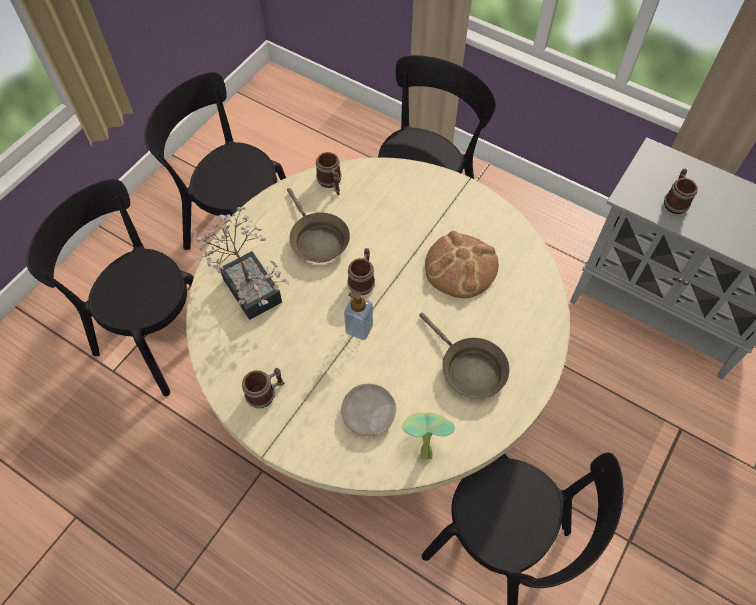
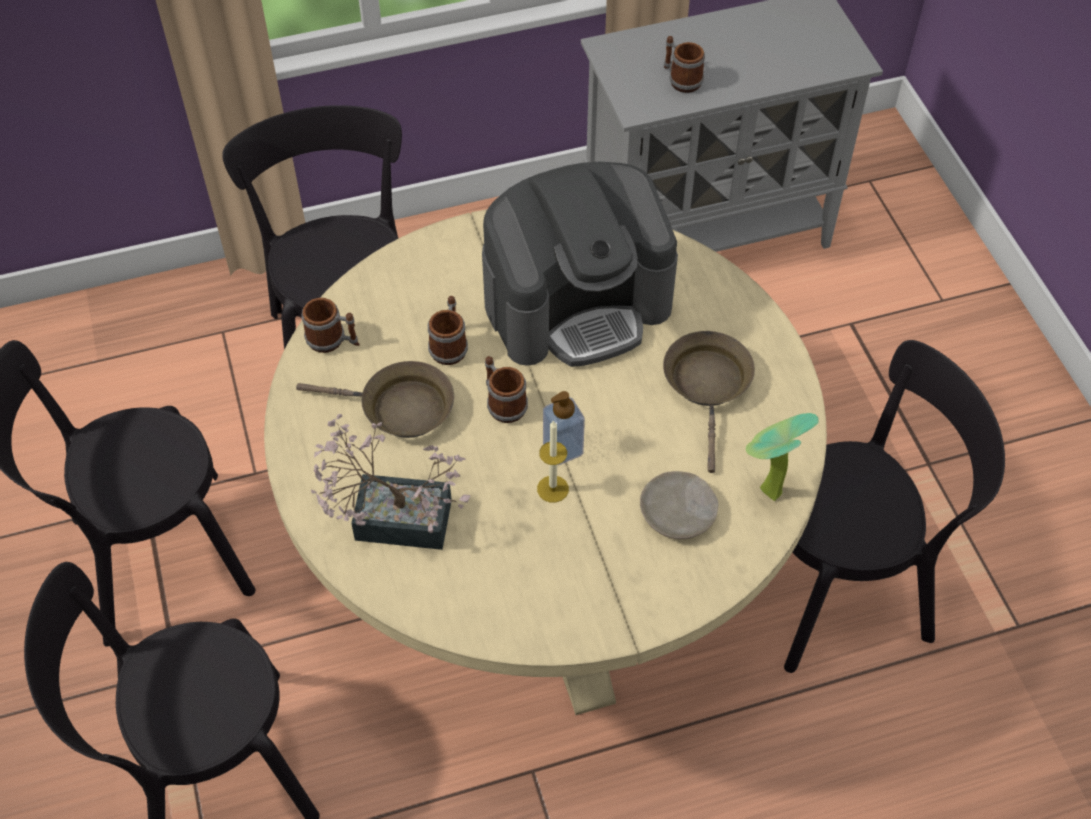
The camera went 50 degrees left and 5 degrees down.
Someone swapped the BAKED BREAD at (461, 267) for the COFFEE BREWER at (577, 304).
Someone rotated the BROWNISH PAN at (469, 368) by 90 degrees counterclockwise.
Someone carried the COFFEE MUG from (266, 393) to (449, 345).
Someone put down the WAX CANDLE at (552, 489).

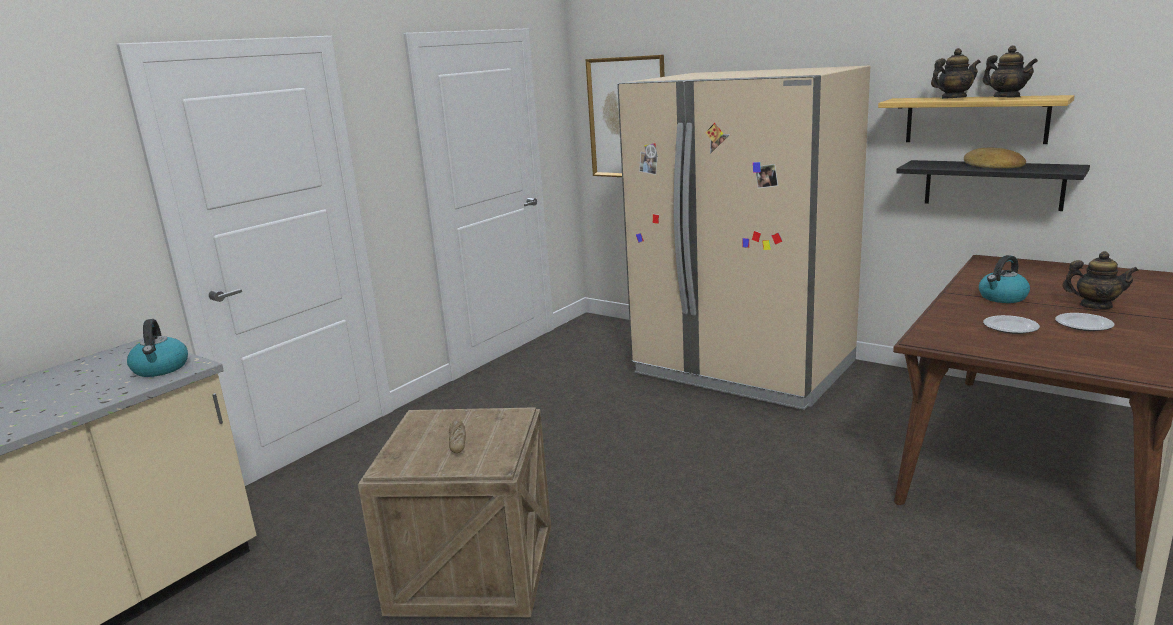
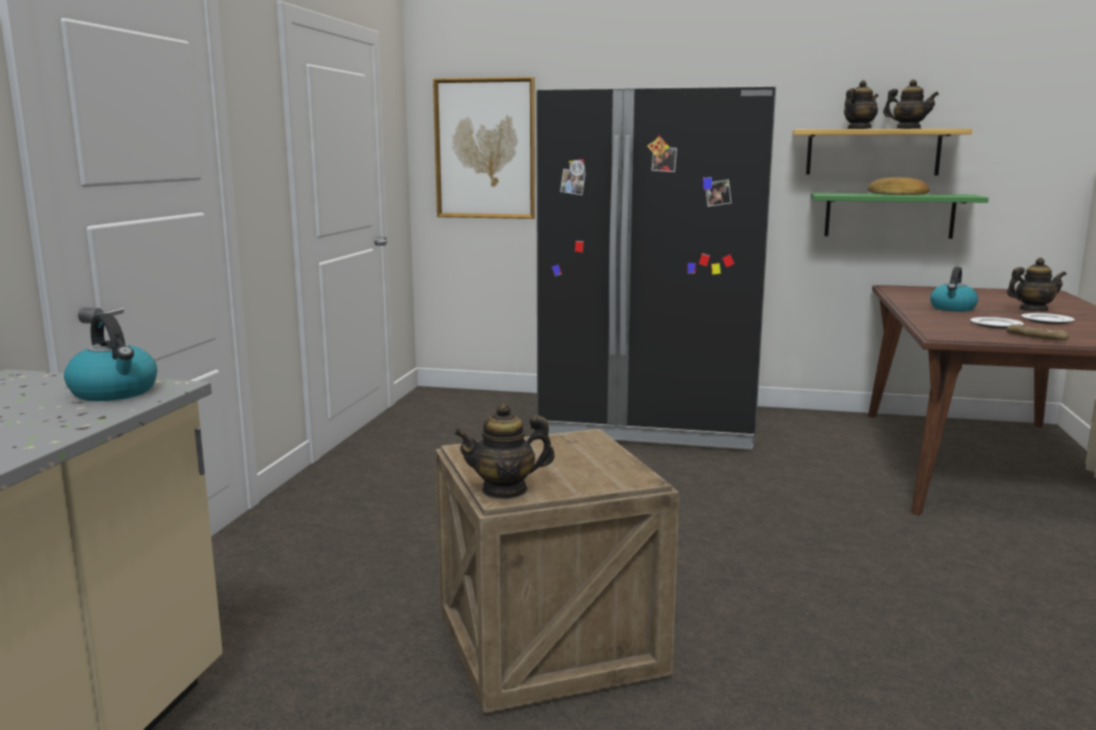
The camera went 25 degrees left and 5 degrees down.
Someone repainted the BEIGE KITCHEN FRIDGE at (743, 368), which became the BLACK KITCHEN FRIDGE at (651, 422).
Someone repainted the BLACK WALL SHELF at (993, 184), which became the GREENISH WALL SHELF at (889, 215).
Someone carried the BAKED BREAD from (457, 441) to (1036, 338).
Someone put down the TEAPOT at (505, 490).

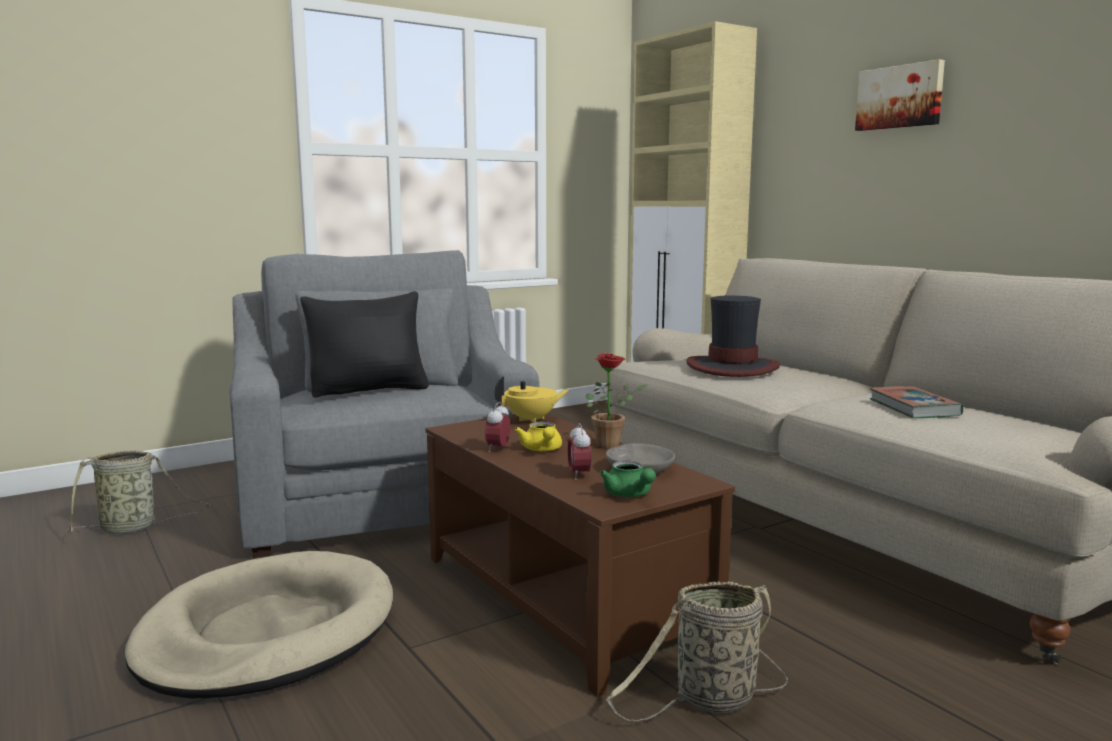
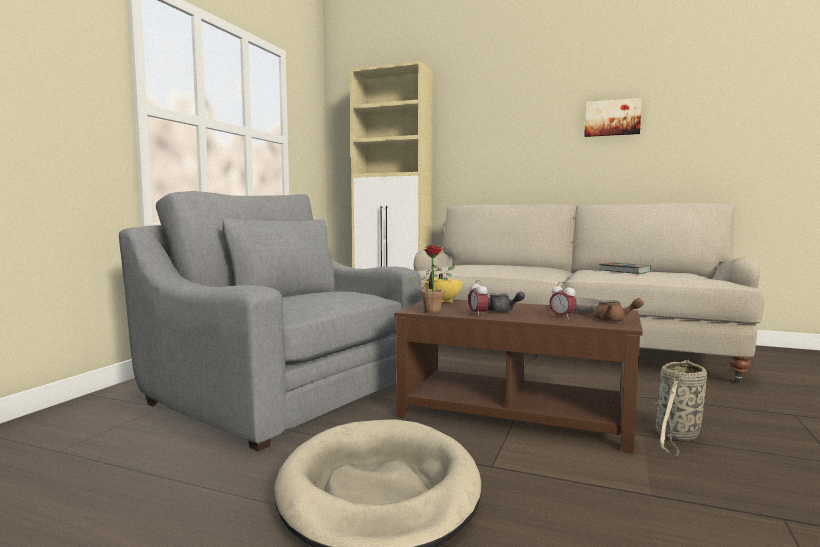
The camera went 35 degrees left and 5 degrees down.
Someone carried the WALL ART from (900, 97) to (612, 118).
Someone took away the BLACK CUSHION at (369, 390).
Someone took away the HAT at (732, 367).
Someone carried the PLANT IN A POT from (612, 445) to (434, 310).
Someone repainted the YELLOW TEAPOT at (542, 450), which became the GREY TEAPOT at (502, 311).
Someone took away the BASKET at (133, 528).
Someone repainted the GREENISH TEAPOT at (629, 495), which became the BROWNISH TEAPOT at (614, 320).

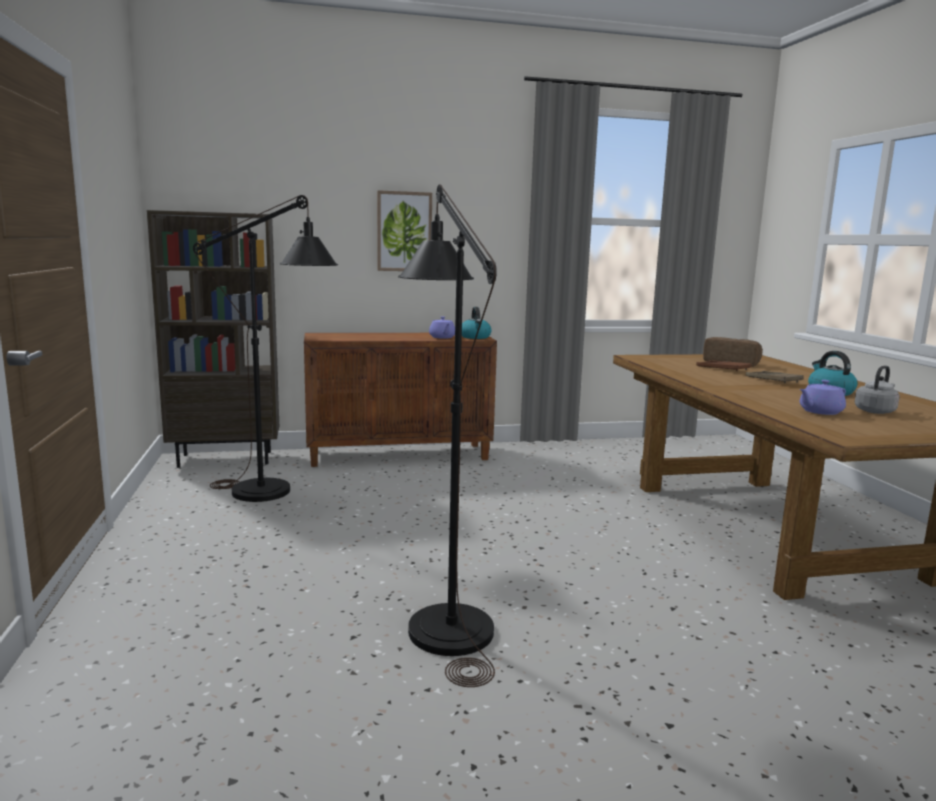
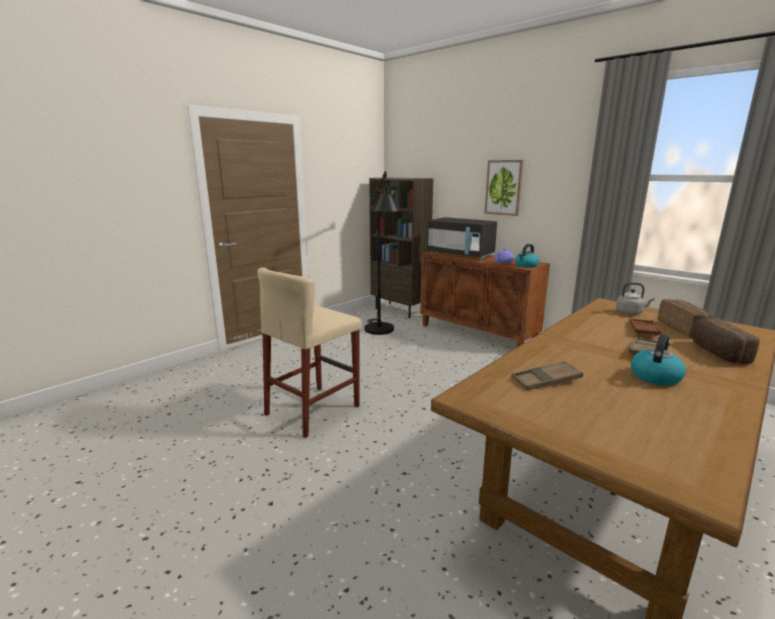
The camera went 55 degrees right and 5 degrees up.
Someone swapped the BLACK STANDARD LAMP at (445, 618) for the BEIGE SITTING STOOL at (313, 410).
Someone carried the GREY TEA KETTLE from (875, 411) to (630, 312).
Someone swapped the PURPLE-COLOURED TEAPOT at (820, 412) for the BROWNISH CARRYING TRAY at (546, 380).
Someone put down the BLACK KITCHEN MICROWAVE at (460, 255).
Someone put down the BAKED BREAD at (715, 352).

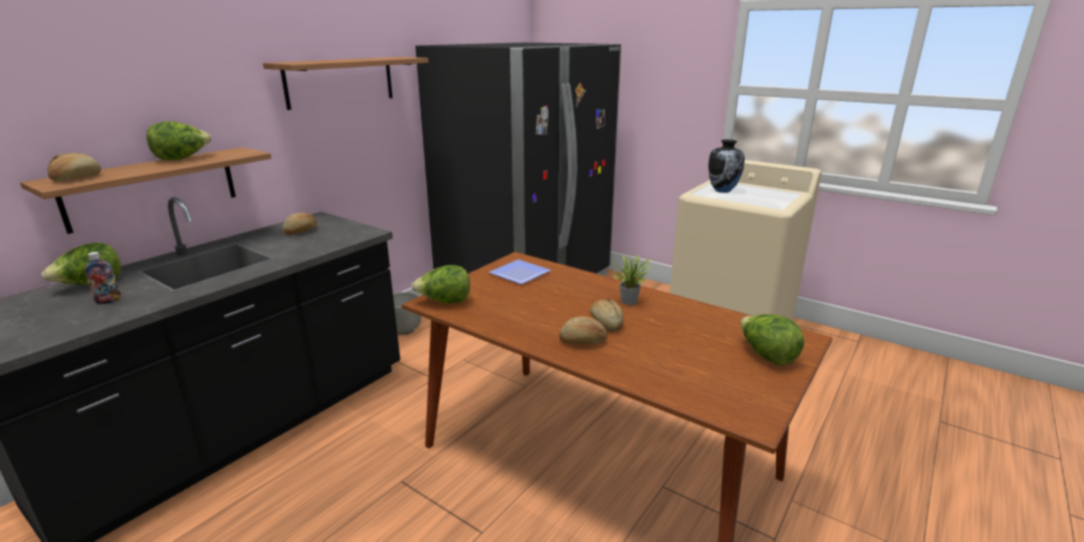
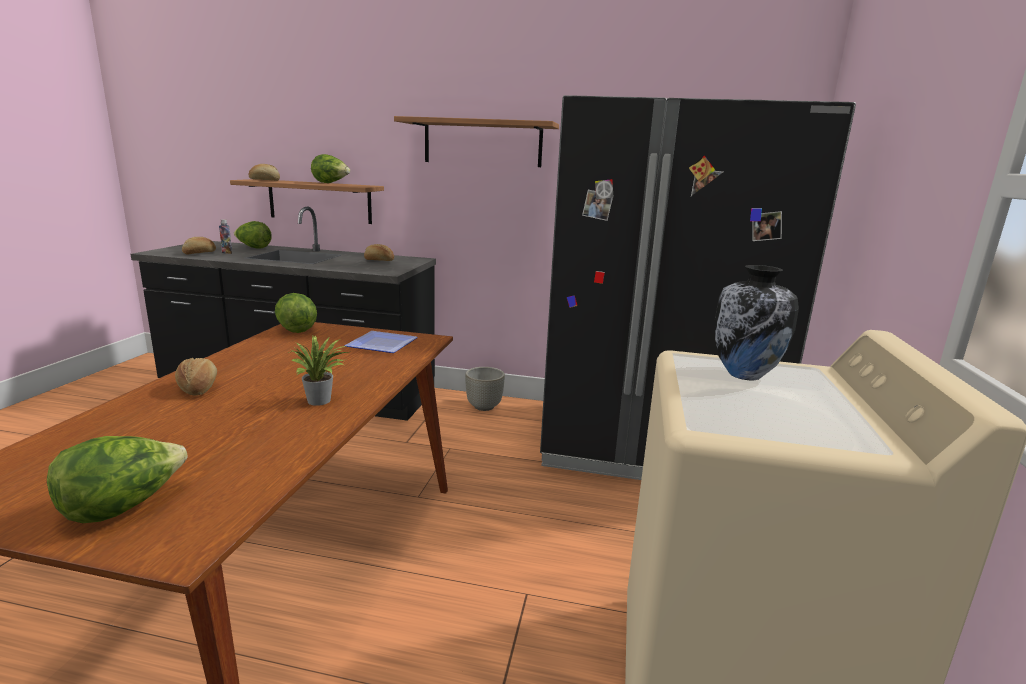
The camera went 65 degrees right and 5 degrees down.
Someone carried the BAKED BREAD from (606, 323) to (200, 253).

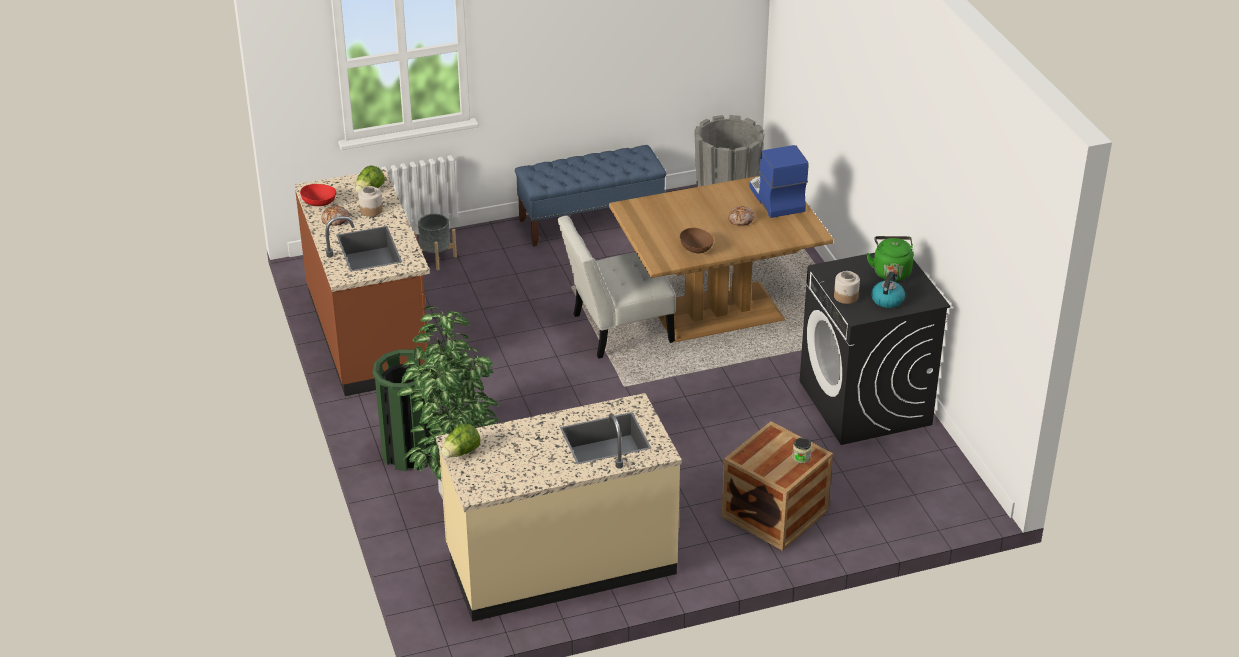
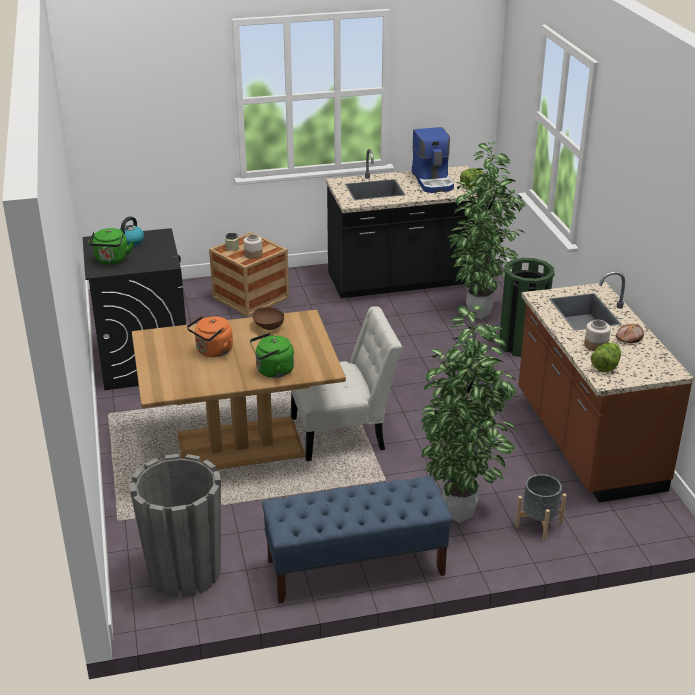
The camera went 175 degrees left and 5 degrees down.
Someone carried the COFFEE BREWER from (775, 199) to (433, 181).
Someone took away the RED DEEP DISH at (319, 203).
Someone swapped the BAKED BREAD at (741, 219) for the ORANGEY TEA KETTLE at (213, 351).
Someone carried the PRESERVE JAR from (846, 297) to (253, 254).
Someone repainted the BEIGE KITCHEN COUNTER at (560, 562), which became the BLACK KITCHEN COUNTER at (404, 280).
Someone put down the PLANT IN A POT at (462, 512).
Someone put down the GREENISH TEA KETTLE at (272, 371).

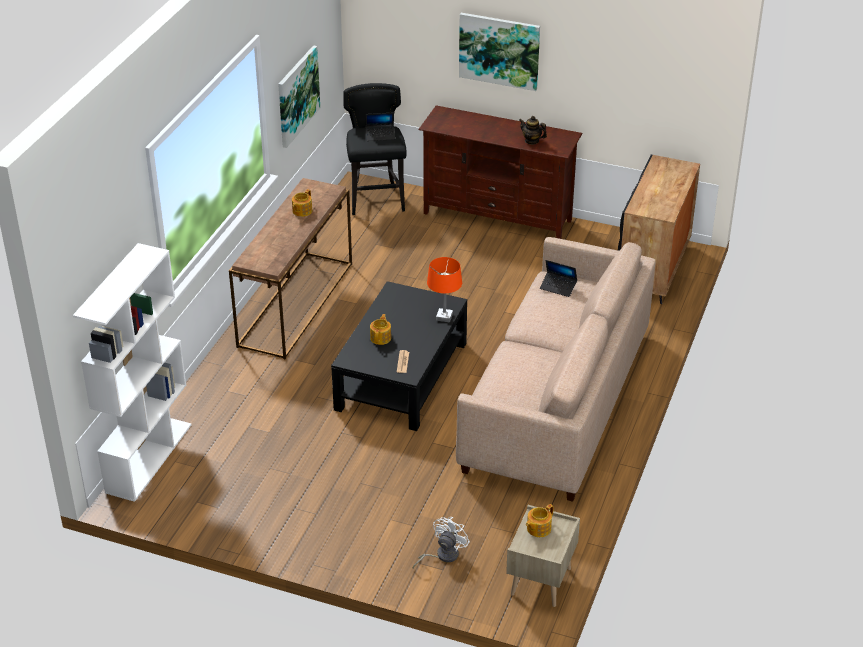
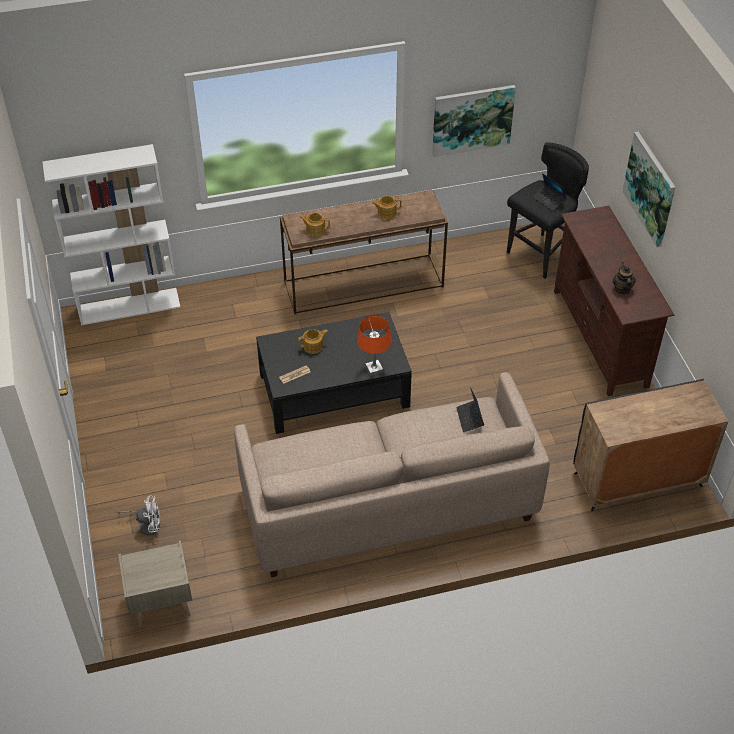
The camera went 55 degrees right and 10 degrees up.
Someone carried the TEAPOT from (538, 528) to (315, 230).

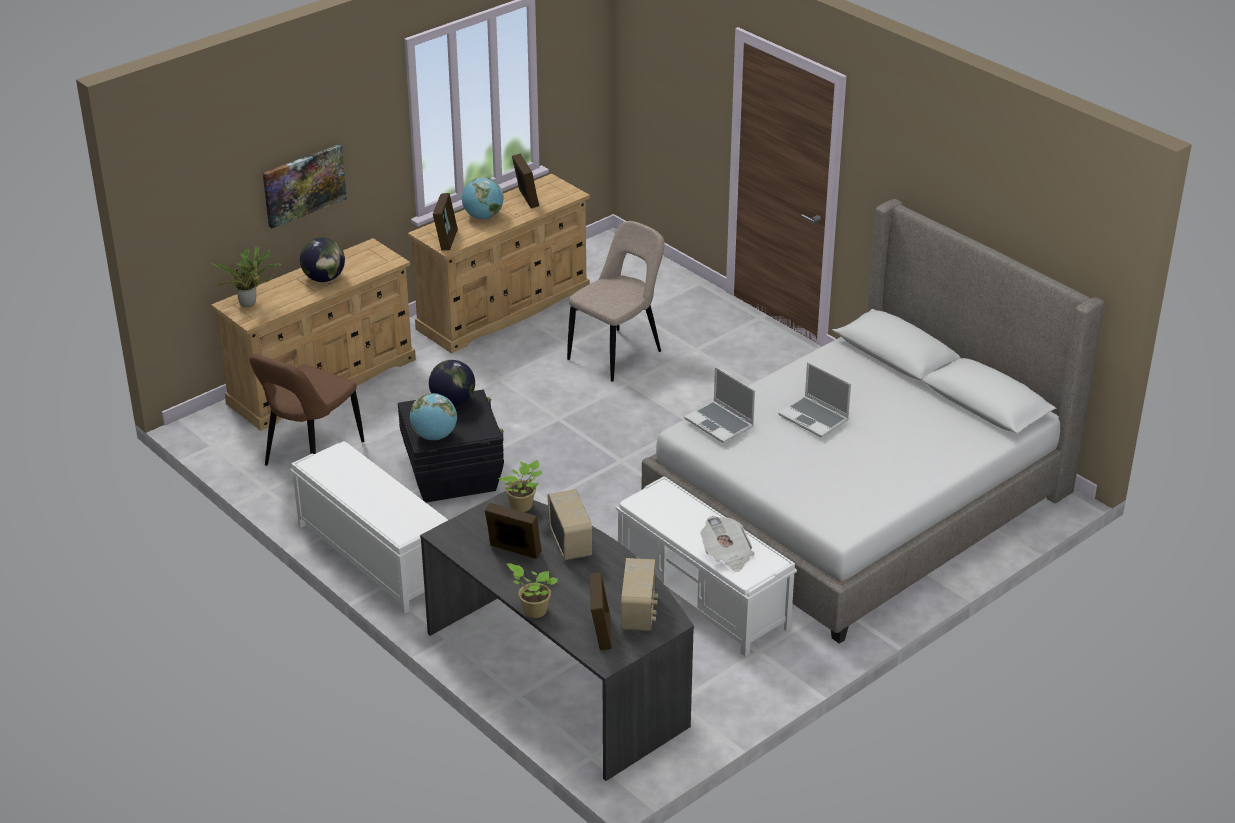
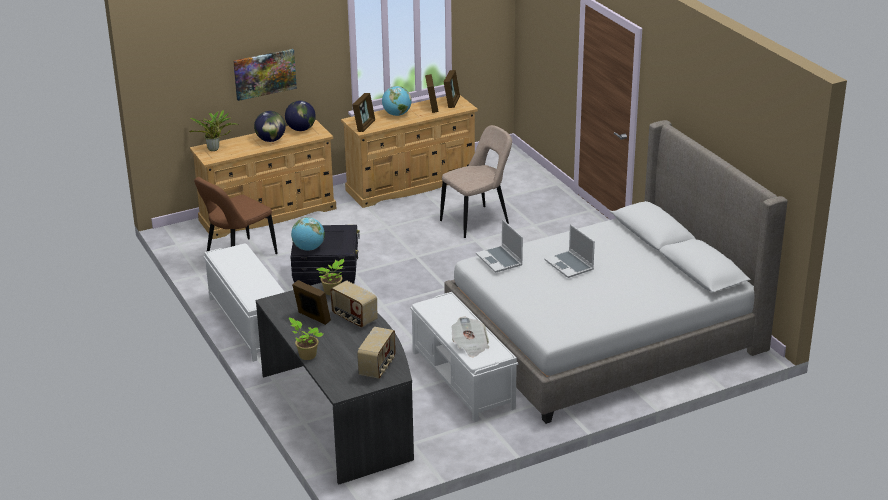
The camera went 15 degrees right and 5 degrees down.
Someone carried the DESK GLOBE from (453, 401) to (301, 129).
Someone rotated the RADIO RECEIVER at (571, 543) by 135 degrees clockwise.
Someone carried the PHOTO FRAME from (600, 632) to (452, 102).

